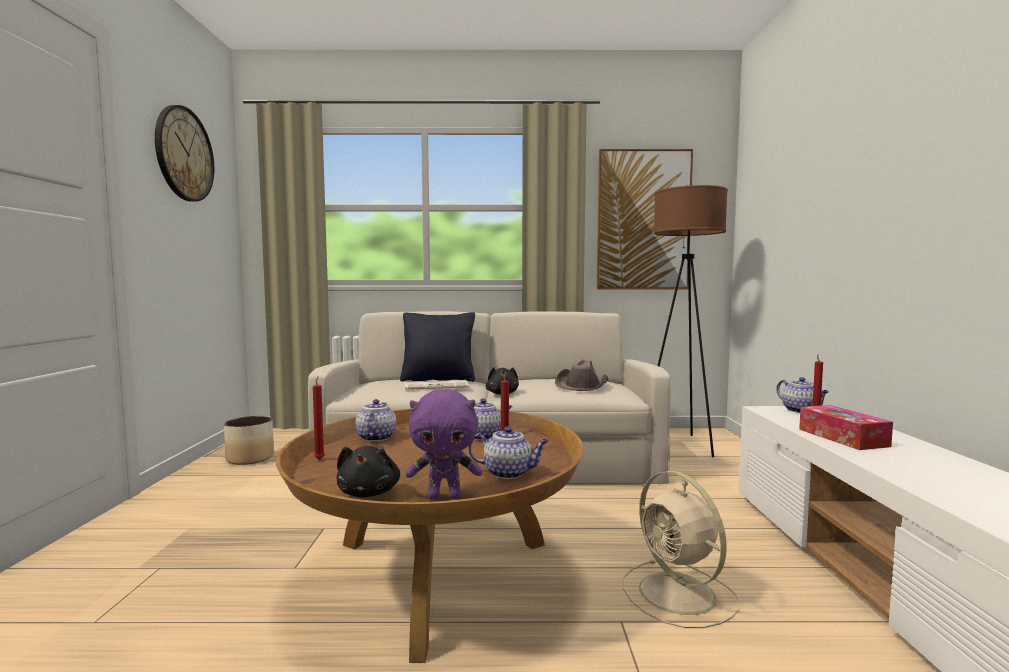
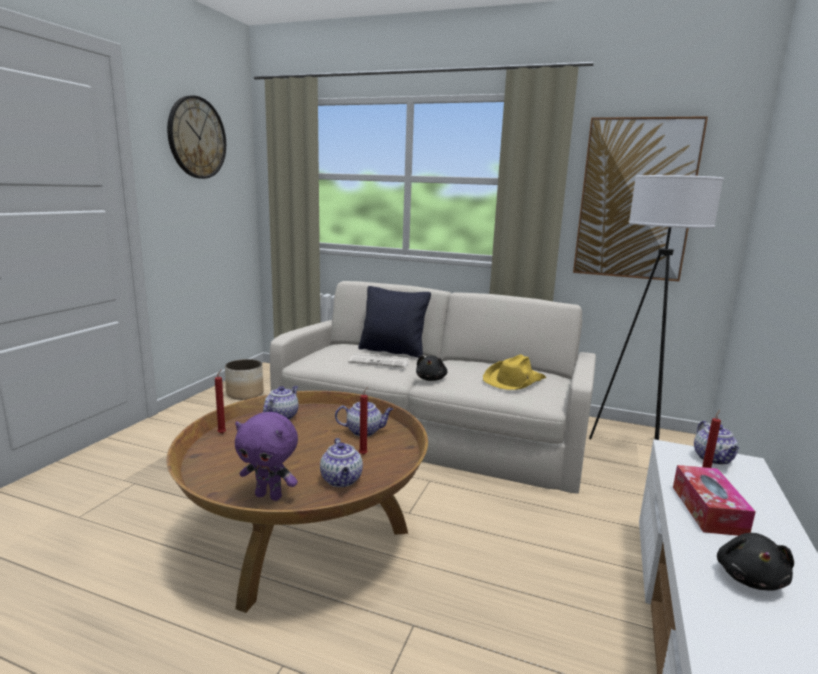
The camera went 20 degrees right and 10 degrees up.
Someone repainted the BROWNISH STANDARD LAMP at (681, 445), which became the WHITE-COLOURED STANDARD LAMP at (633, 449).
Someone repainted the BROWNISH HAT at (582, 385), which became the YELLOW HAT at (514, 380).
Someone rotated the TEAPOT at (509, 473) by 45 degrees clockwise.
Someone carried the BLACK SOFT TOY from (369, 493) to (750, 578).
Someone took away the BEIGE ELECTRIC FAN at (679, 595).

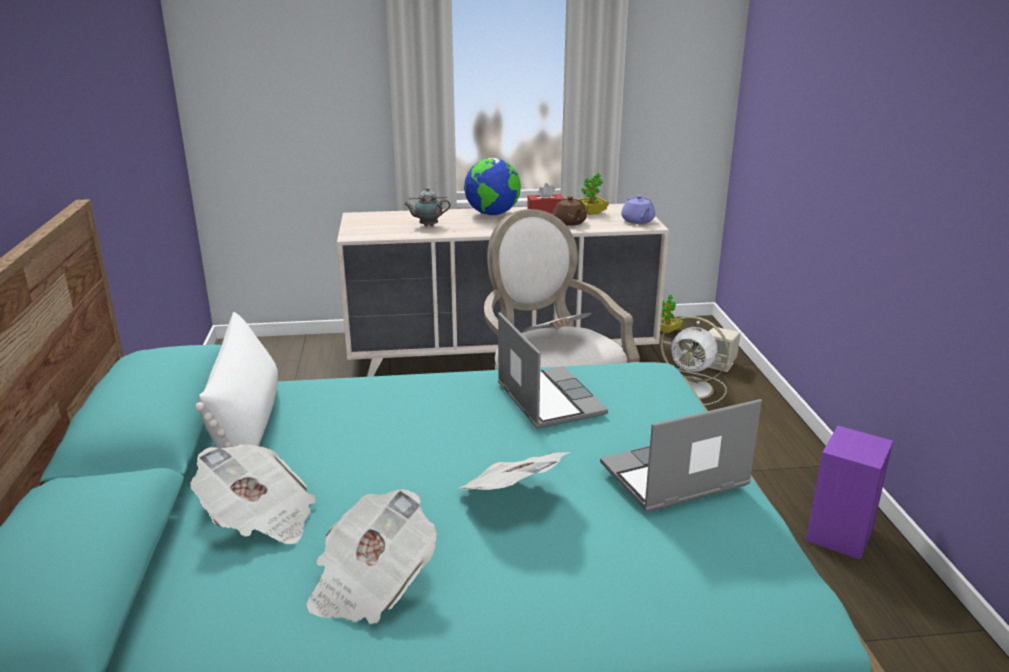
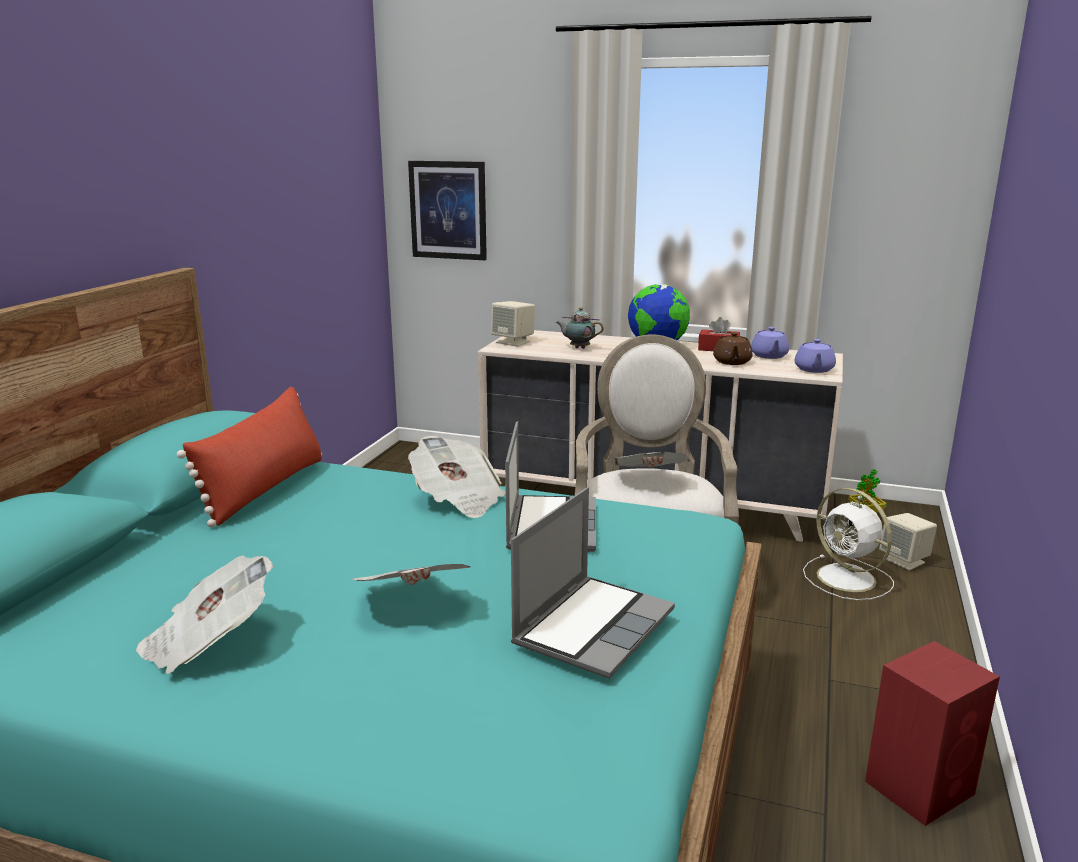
The camera went 25 degrees right and 5 degrees down.
Someone swapped the PLANT IN A POT at (591, 213) for the PURPLE-COLOURED TEAPOT at (769, 356).
Someone repainted the WHITE-COLOURED CUSHION at (247, 422), which became the RED CUSHION at (265, 489).
Someone rotated the NOTEBOOK COMPUTER at (673, 477) by 120 degrees clockwise.
Someone repainted the PURPLE-COLOURED LOUDSPEAKER at (840, 533), which became the RED LOUDSPEAKER at (921, 787).
Someone carried the PRINTED PAPER from (260, 519) to (458, 499).
Someone put up the WALL ART at (448, 210).
Someone put down the BEIGE LOUDSPEAKER at (513, 342).

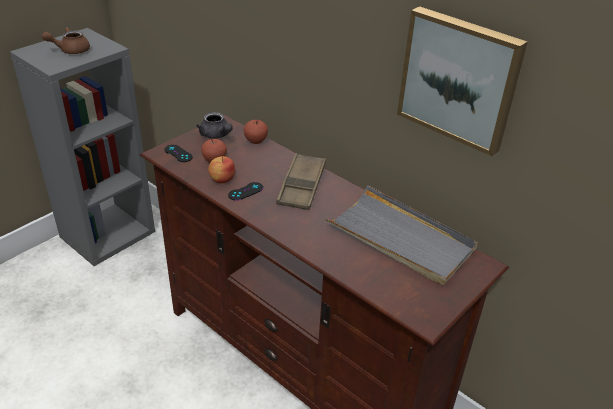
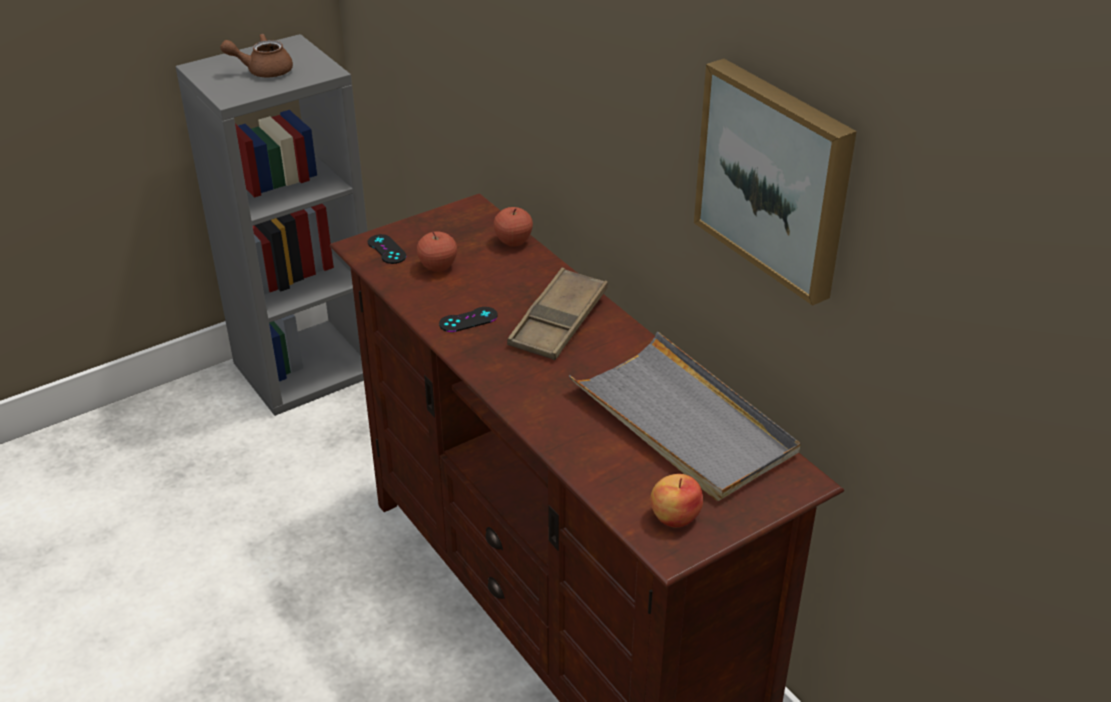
The camera went 15 degrees right and 0 degrees up.
Someone took away the GREY TEAPOT at (216, 135).
Someone carried the APPLE from (222, 179) to (675, 516).

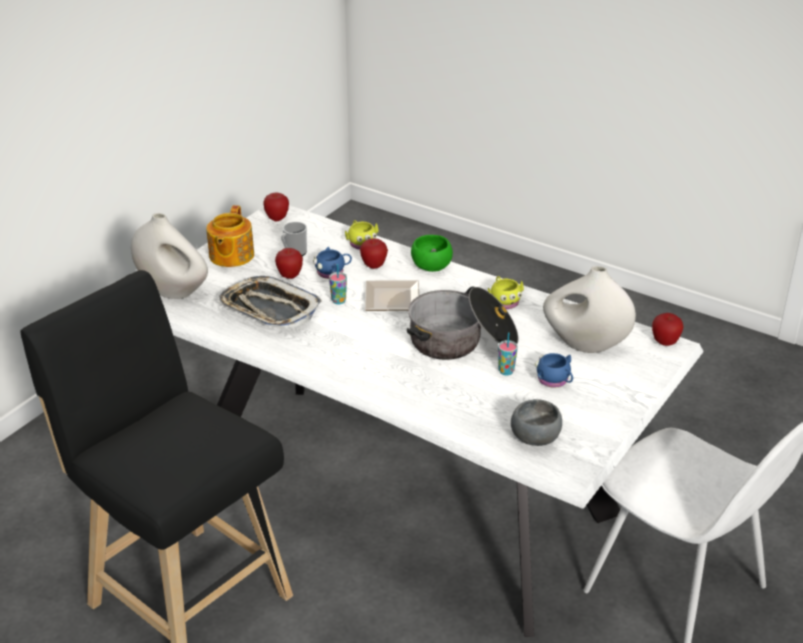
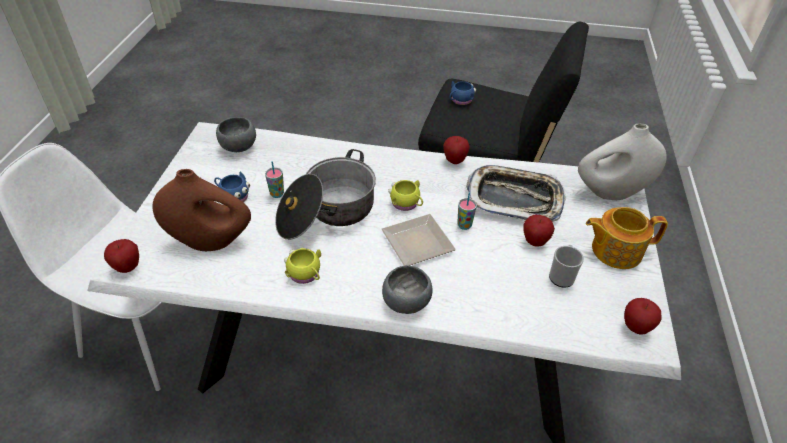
The camera went 155 degrees right and 10 degrees up.
Someone rotated the TEAPOT at (230, 256) by 75 degrees counterclockwise.
Someone carried the YELLOW COFFEE MUG from (361, 242) to (406, 204).
Someone repainted the GREENISH DEEP DISH at (430, 266), which became the GREY DEEP DISH at (407, 302).
Someone carried the APPLE from (374, 266) to (454, 161).
Someone carried the BLUE COFFEE MUG from (332, 272) to (460, 100).
Someone repainted the WHITE-COLOURED FLOWER VASE at (585, 345), which became the BROWNISH FLOWER VASE at (210, 241).

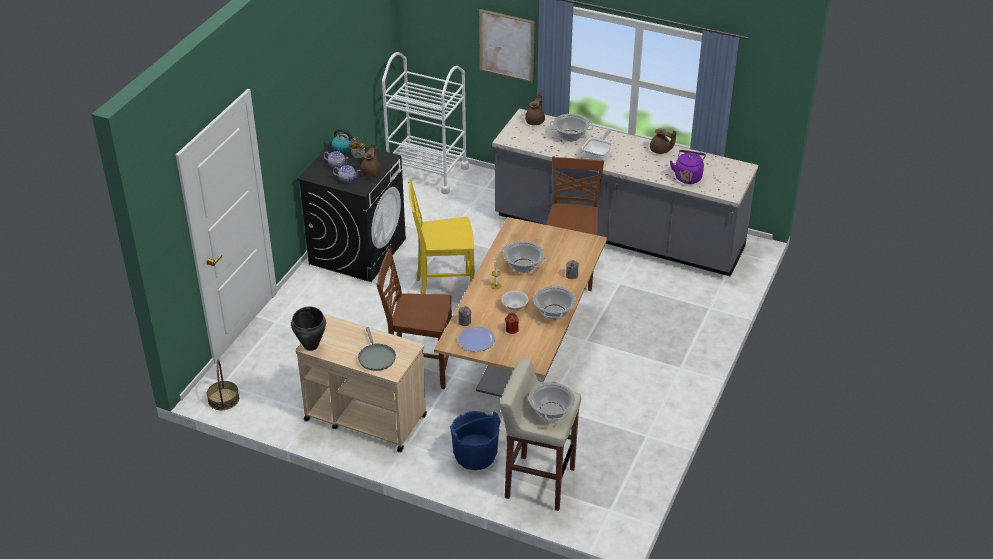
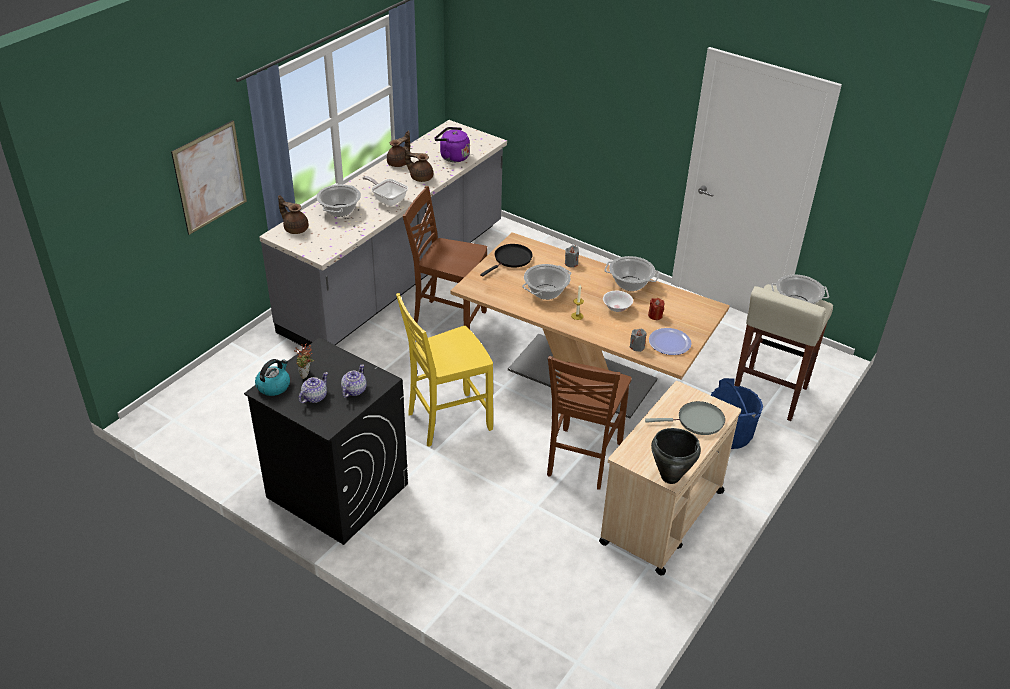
The camera went 80 degrees left and 0 degrees up.
Someone took away the WHITE-COLOURED CART at (427, 172).
Someone carried the BROWNISH TEAPOT from (371, 172) to (420, 177).
Someone rotated the YELLOW CHAIR at (444, 290) by 60 degrees clockwise.
Someone took away the BASKET at (223, 399).
Someone put down the BLACK PAN at (511, 259).

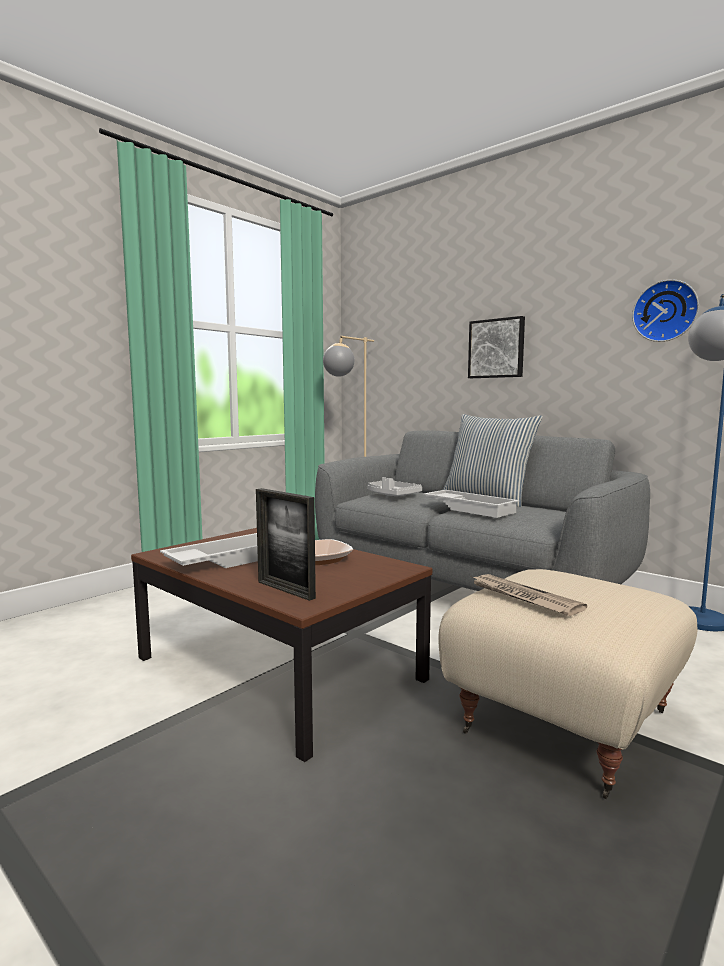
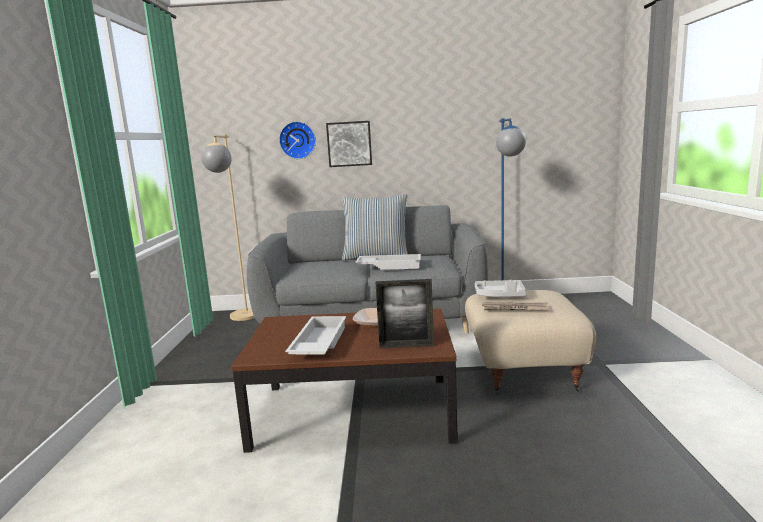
The camera went 40 degrees left and 5 degrees up.
Someone carried the CLOCK ON THE WALL from (665, 311) to (297, 140).
Someone carried the GREY CARRYING TRAY from (392, 495) to (500, 295).

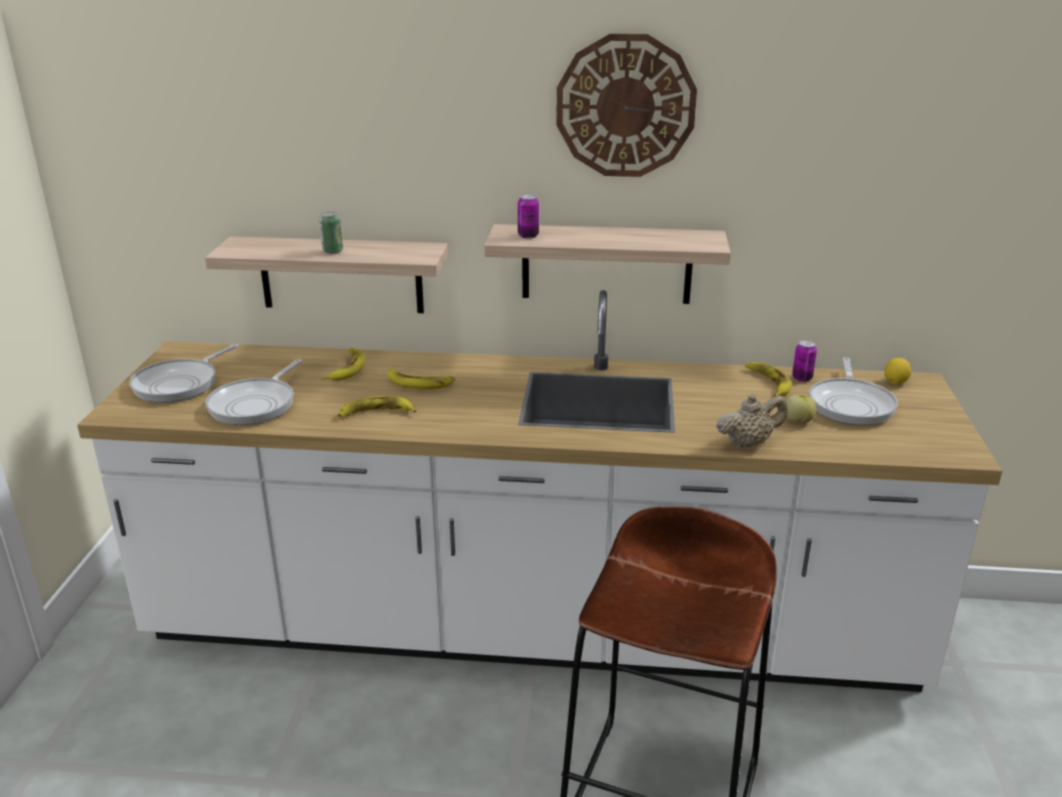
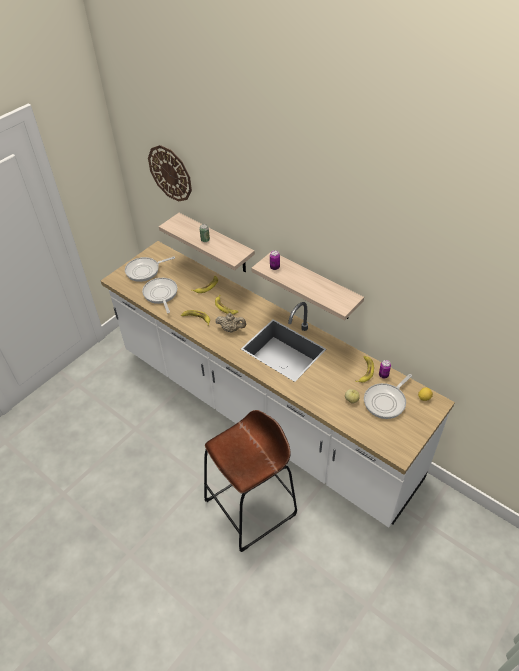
The camera went 35 degrees right and 20 degrees up.
Someone carried the CLOCK ON THE WALL from (625, 106) to (170, 173).
Someone rotated the PAN at (256, 404) by 105 degrees clockwise.
Someone carried the BEIGE TEAPOT from (748, 443) to (231, 329).

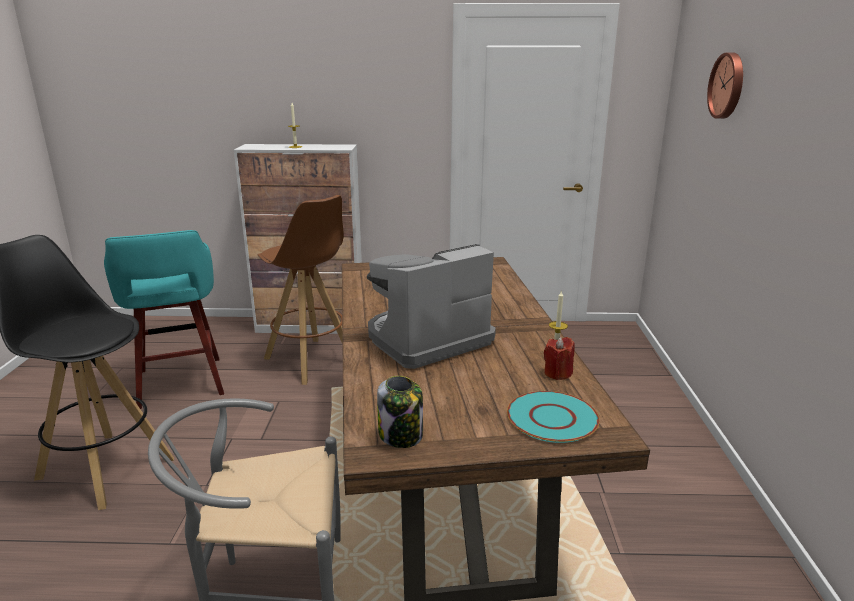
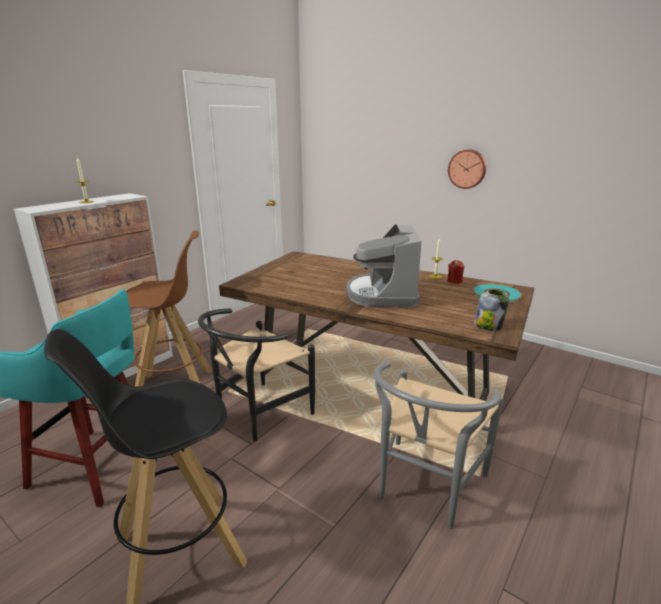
The camera went 55 degrees left and 0 degrees up.
Someone carried the CLOCK ON THE WALL from (728, 86) to (467, 169).
Someone put down the BLACK CHAIR at (258, 415).

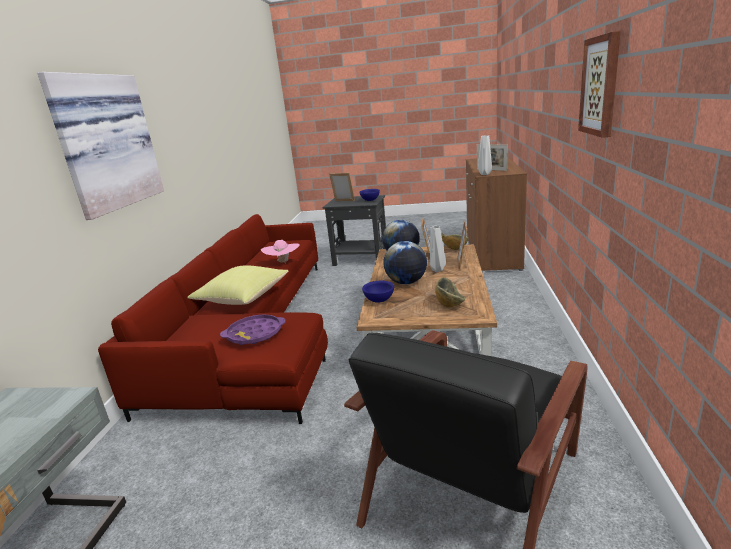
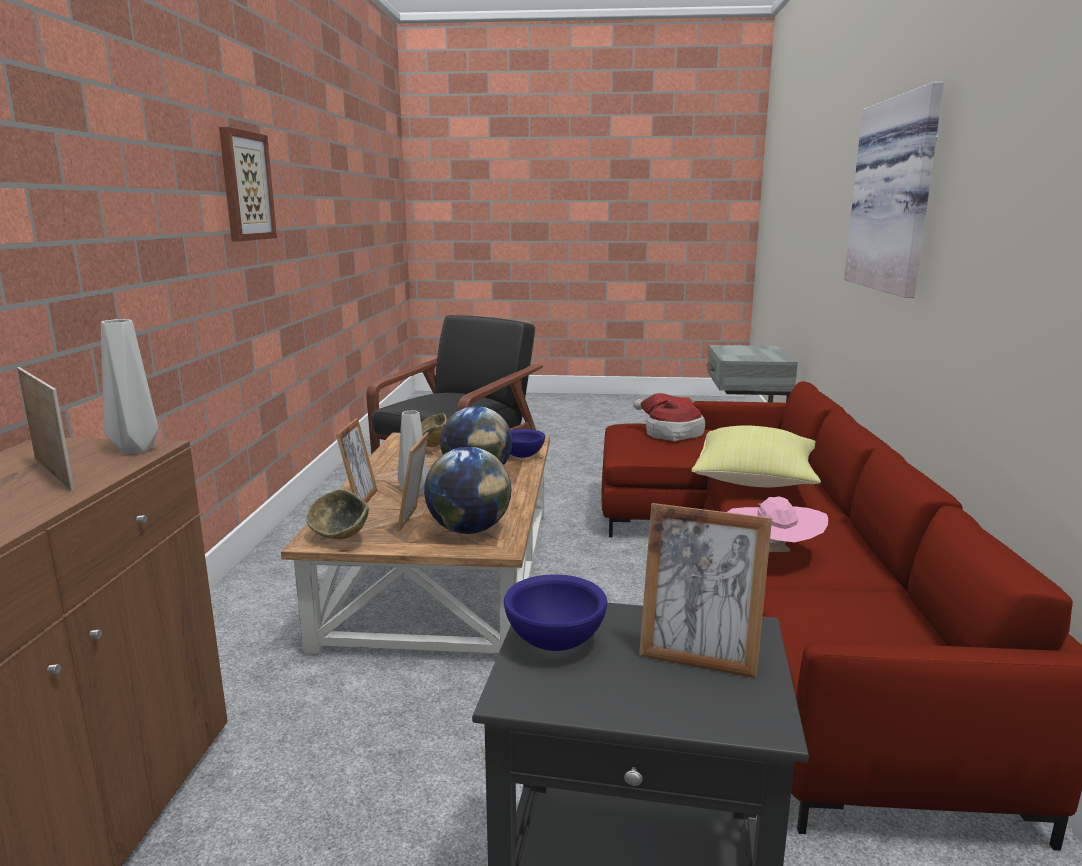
The camera went 175 degrees right and 5 degrees down.
Someone swapped the PURPLE-COLOURED CARRYING TRAY at (255, 334) for the HAT at (669, 433).

